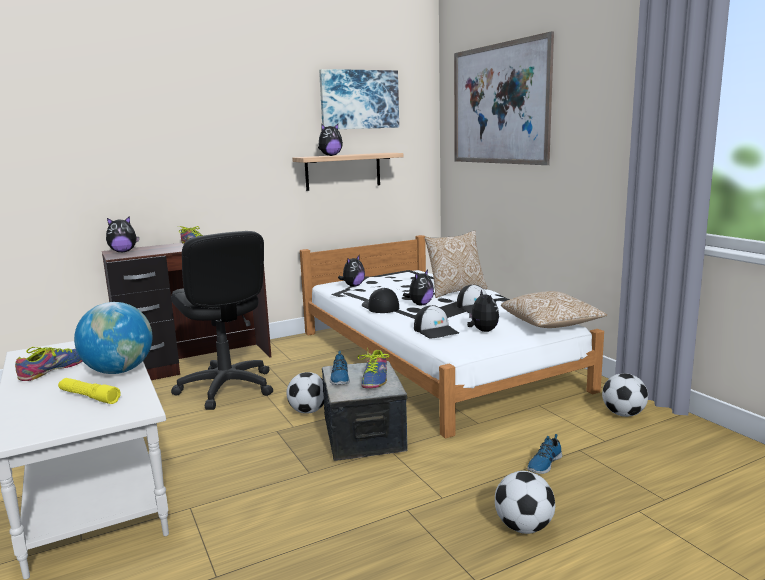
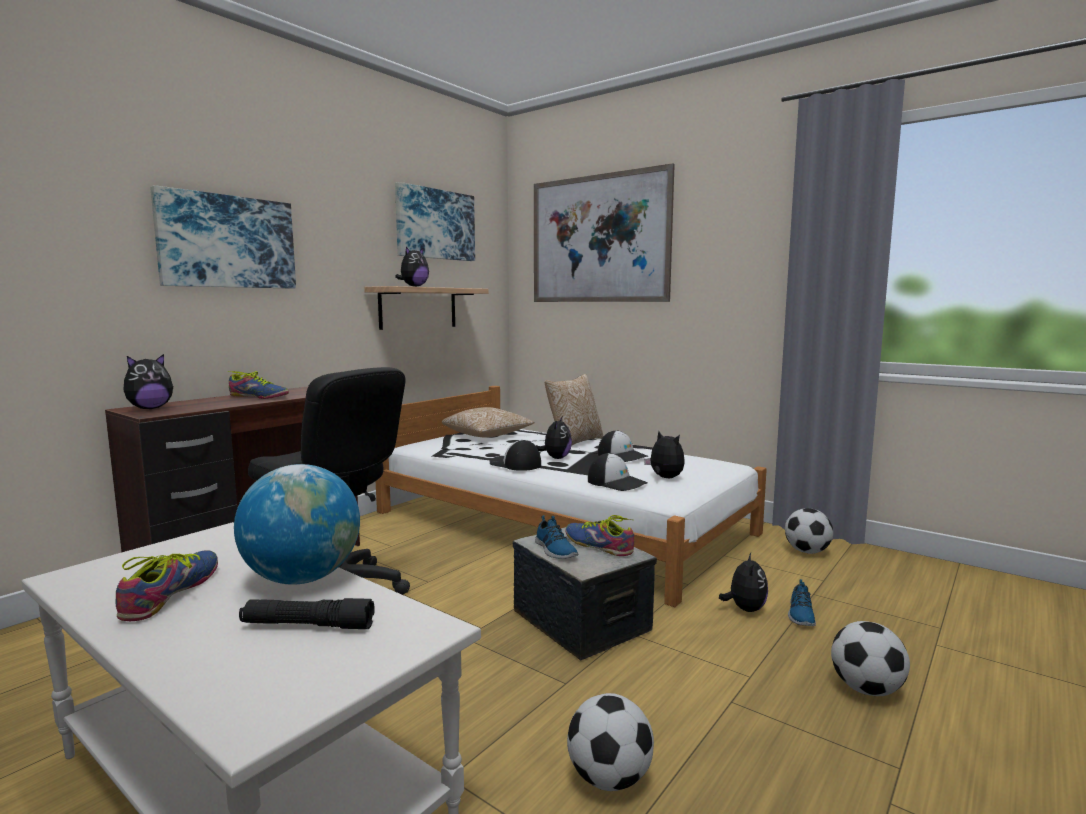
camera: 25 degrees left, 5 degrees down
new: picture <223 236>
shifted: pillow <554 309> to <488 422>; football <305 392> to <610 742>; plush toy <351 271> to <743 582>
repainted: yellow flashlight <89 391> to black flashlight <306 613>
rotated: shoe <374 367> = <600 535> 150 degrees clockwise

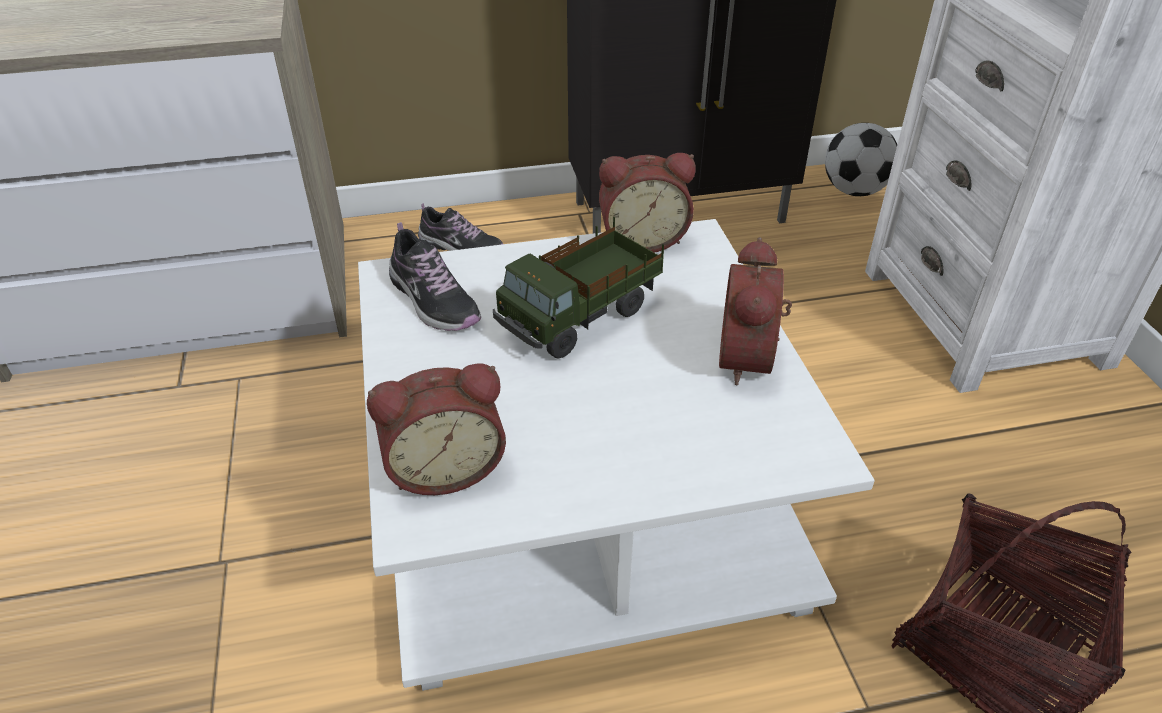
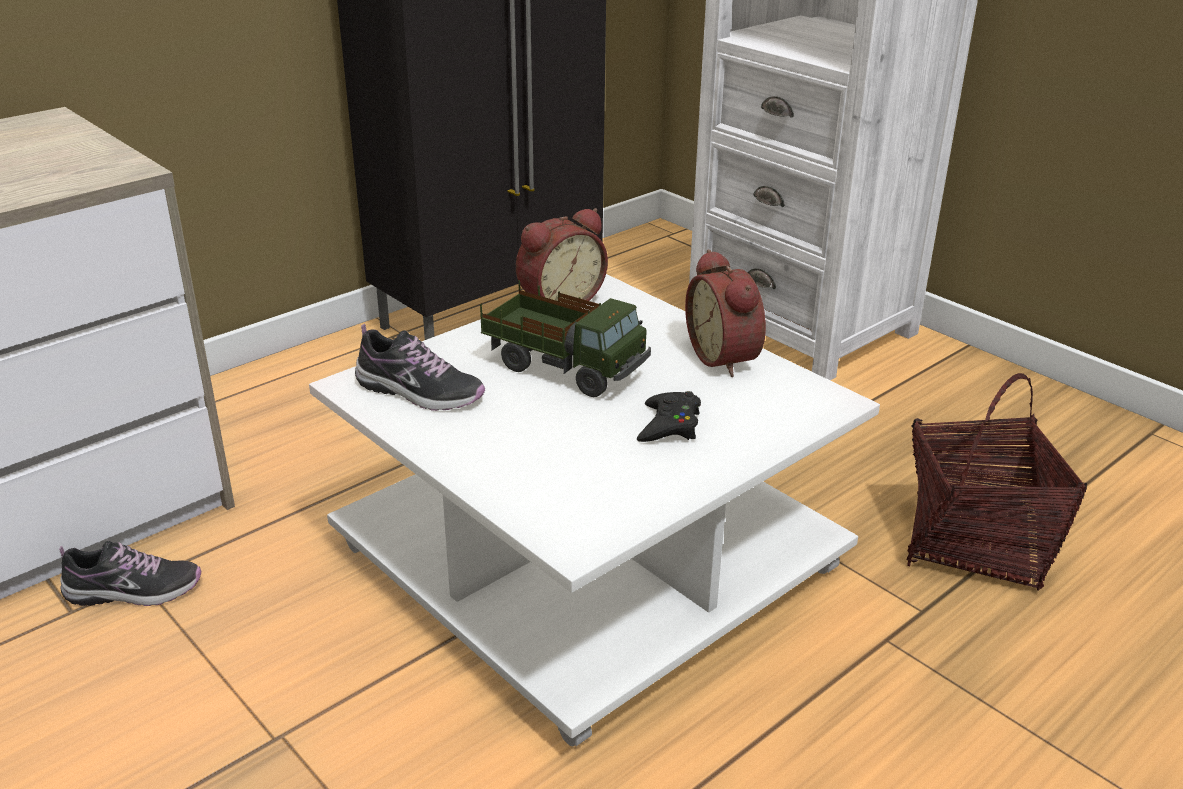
camera: 30 degrees left, 10 degrees down
gone: alarm clock <436 429>; football <861 159>
new: black game controller <669 416>
shifted: shoe <460 227> to <130 573>
rotated: toy truck <578 287> = <565 338> 75 degrees counterclockwise

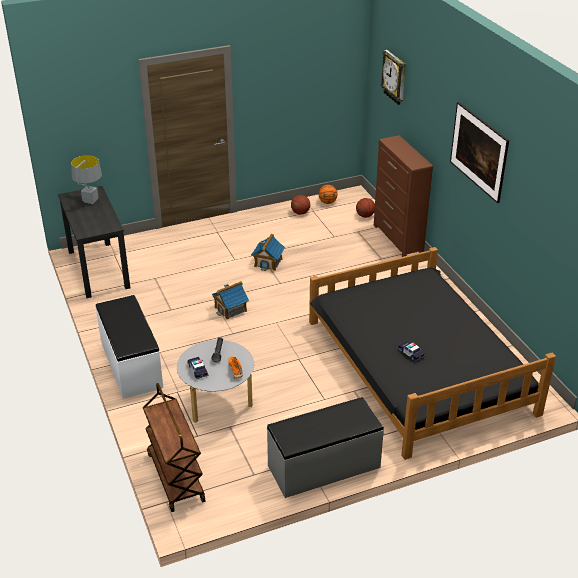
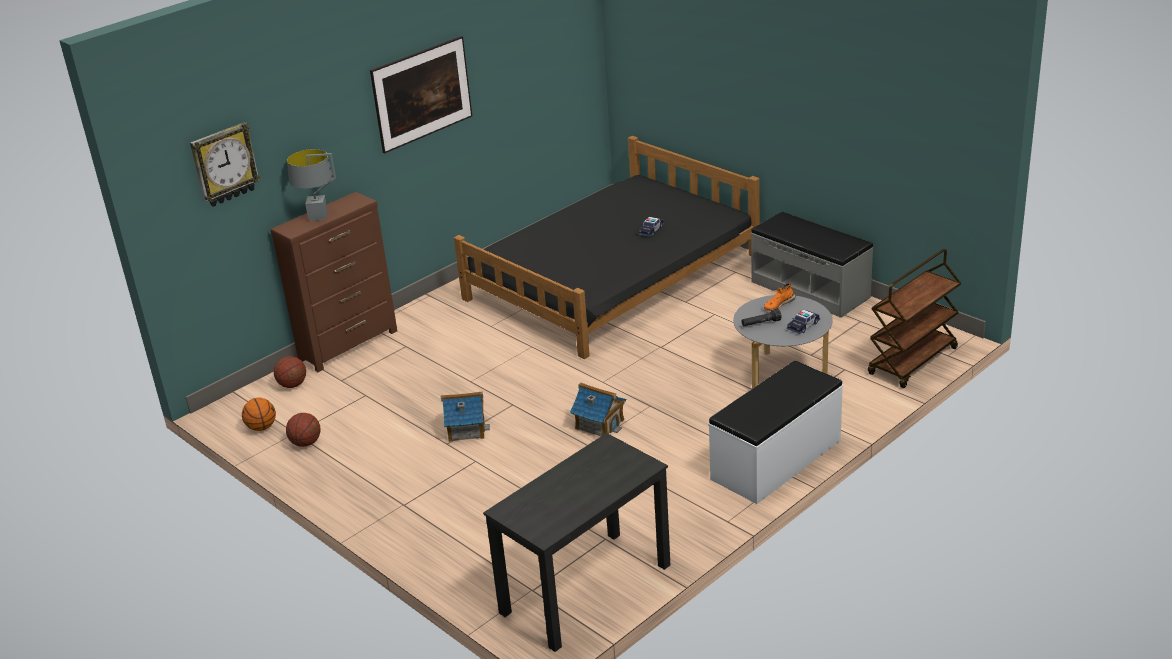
camera: 110 degrees left, 5 degrees down
shifted: grey table lamp <86 179> to <311 185>

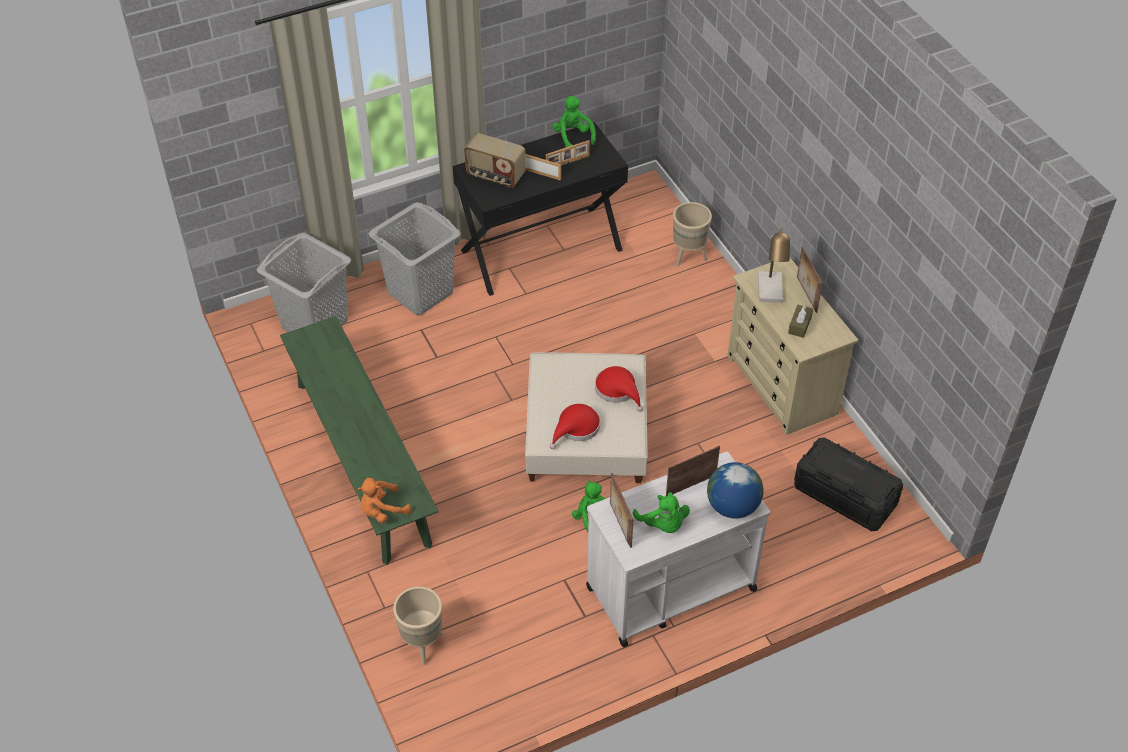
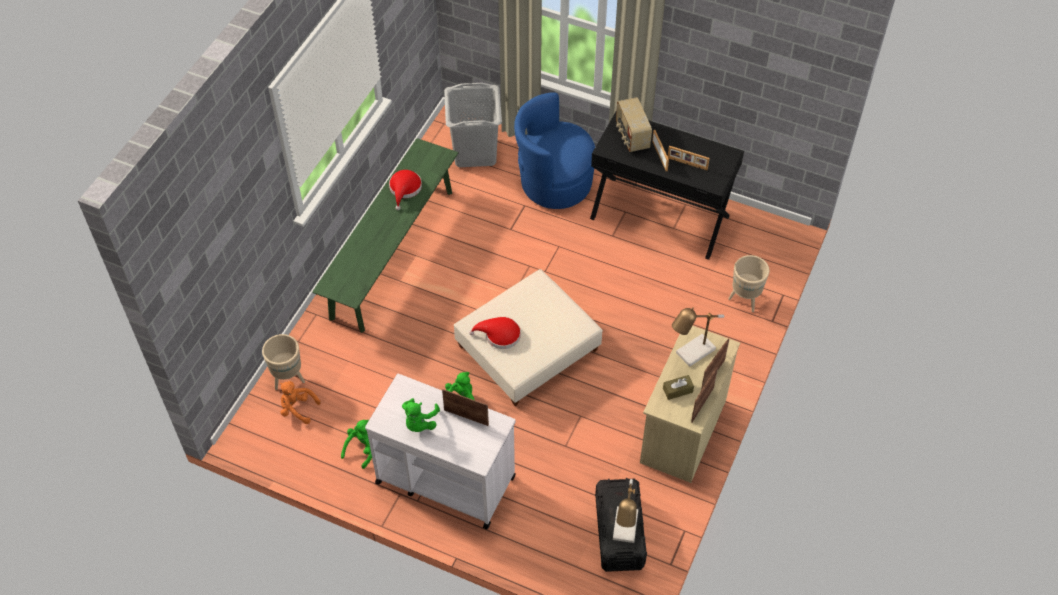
camera: 50 degrees right, 5 degrees up
gone: globe <735 490>
new: table lamp <625 511>
shifted: orange plush toy <384 500> to <300 402>; green plush toy <574 122> to <356 444>; red hat <619 389> to <405 190>; picture frame <622 510> to <704 395>
swapped: grey laundry basket <414 258> to blue armchair <554 150>

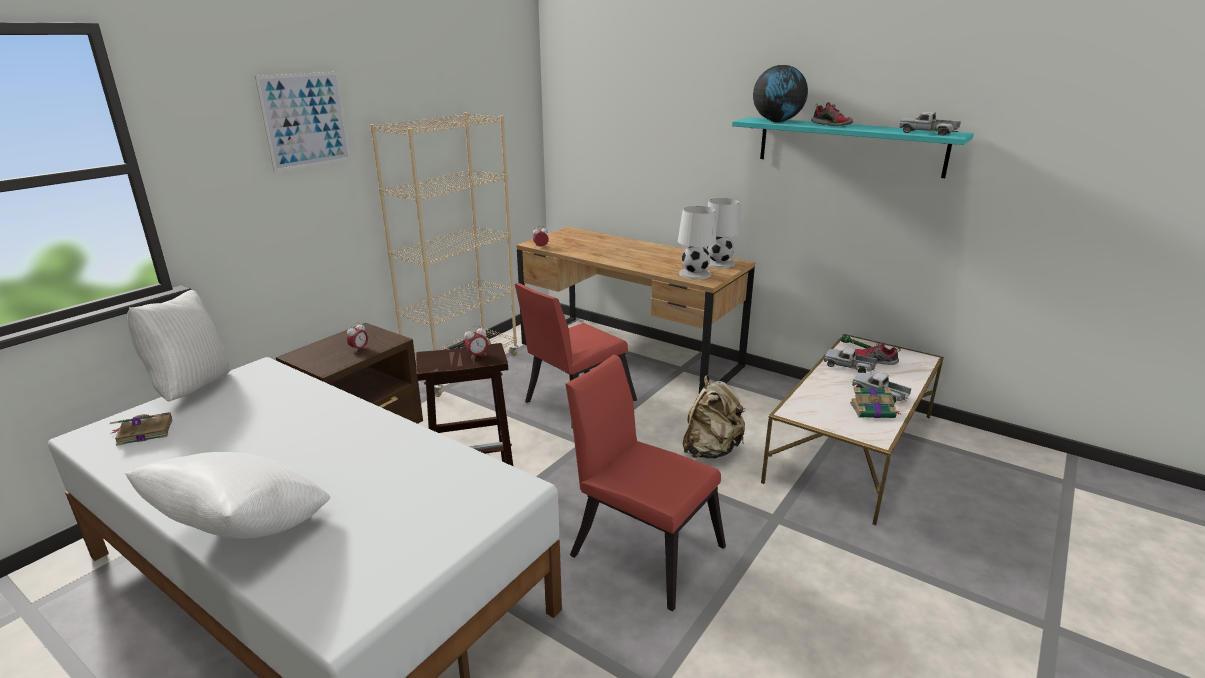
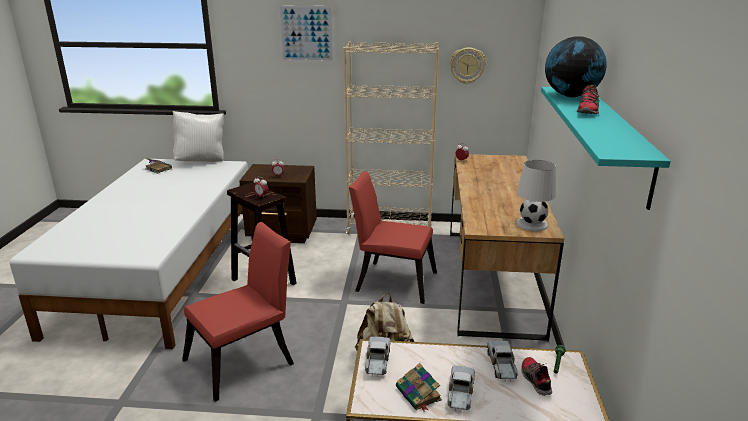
camera: 60 degrees right, 0 degrees up
gone: white pillow <227 495>; white table lamp <697 243>
new: wall clock <468 66>
shifted: toy truck <930 124> to <378 357>
rotated: red chair <645 483> = <238 312> 45 degrees clockwise

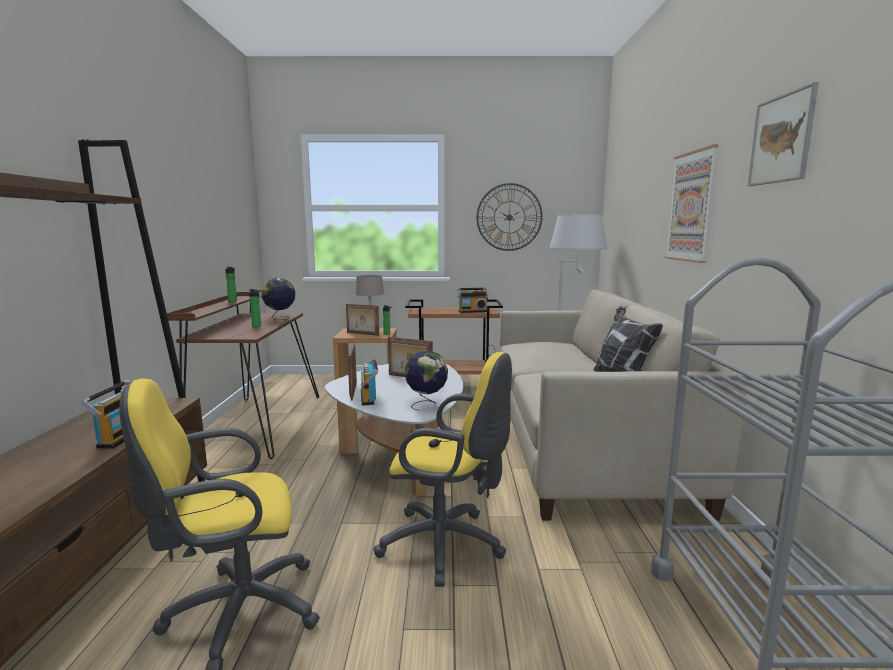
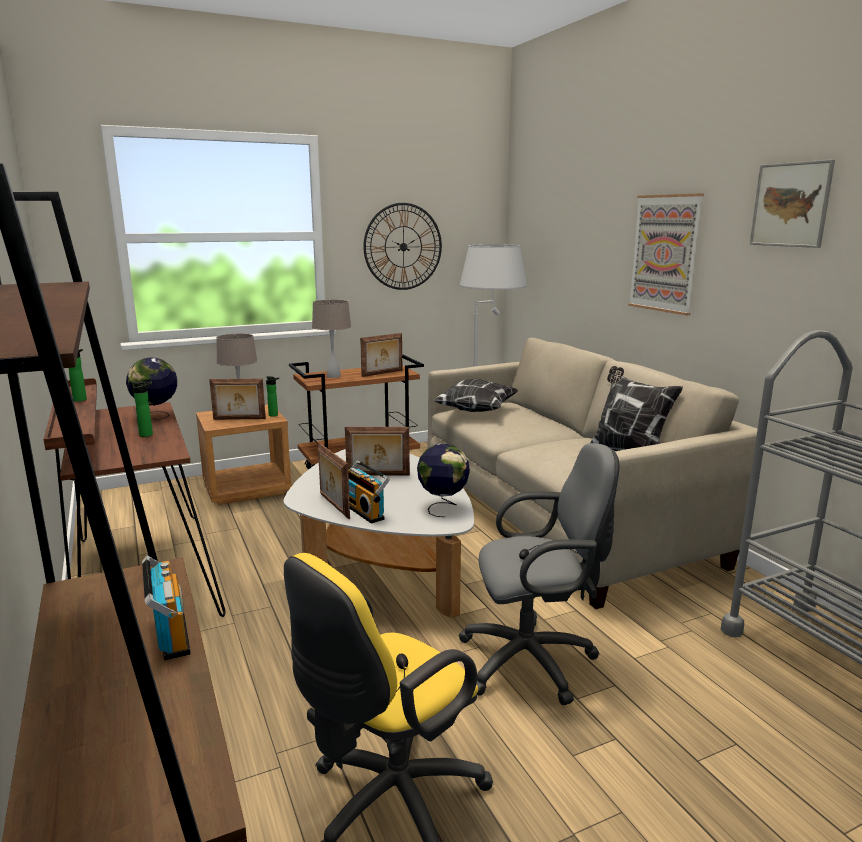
camera: 25 degrees left, 5 degrees up
new: beige table lamp <331 338>; pillow <475 395>
swapped: radio <472 300> to picture frame <381 355>
repainted: yellow office chair <443 469> to grey office chair <538 574>

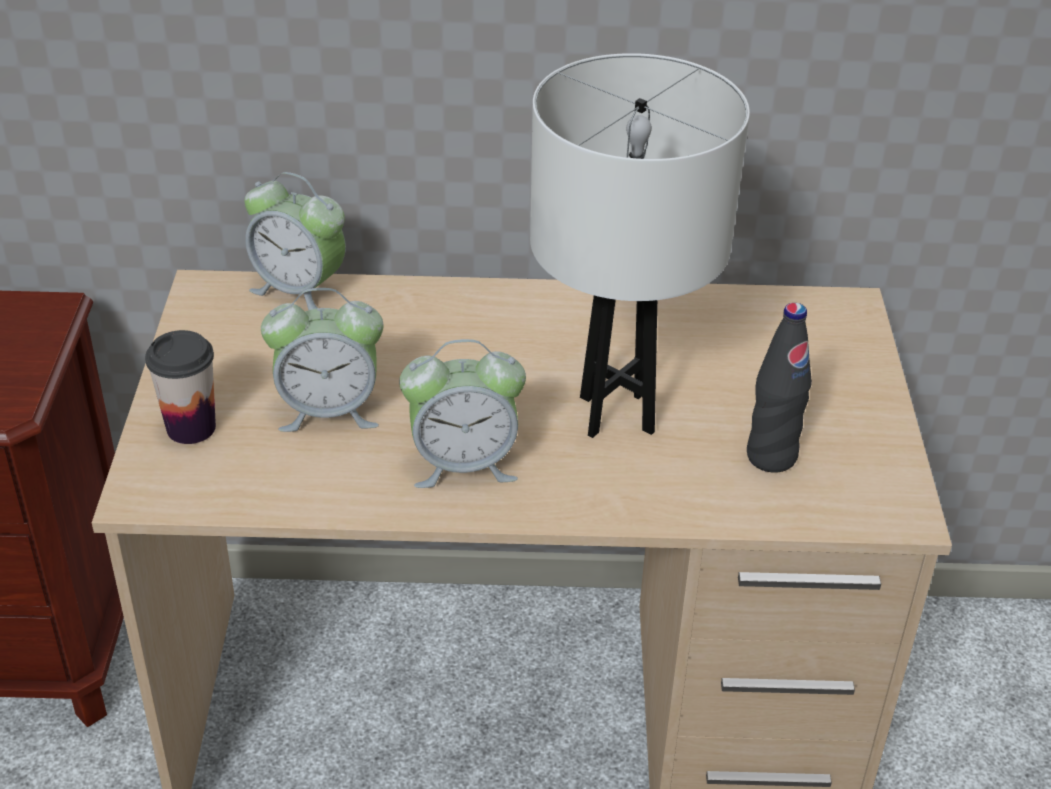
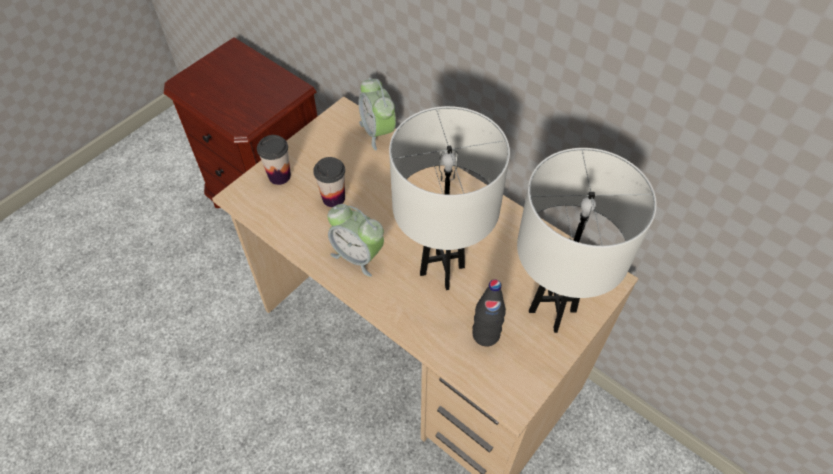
camera: 40 degrees right, 15 degrees up
new: white table lamp <587 240>
swapped: alarm clock <322 360> to cup <329 182>

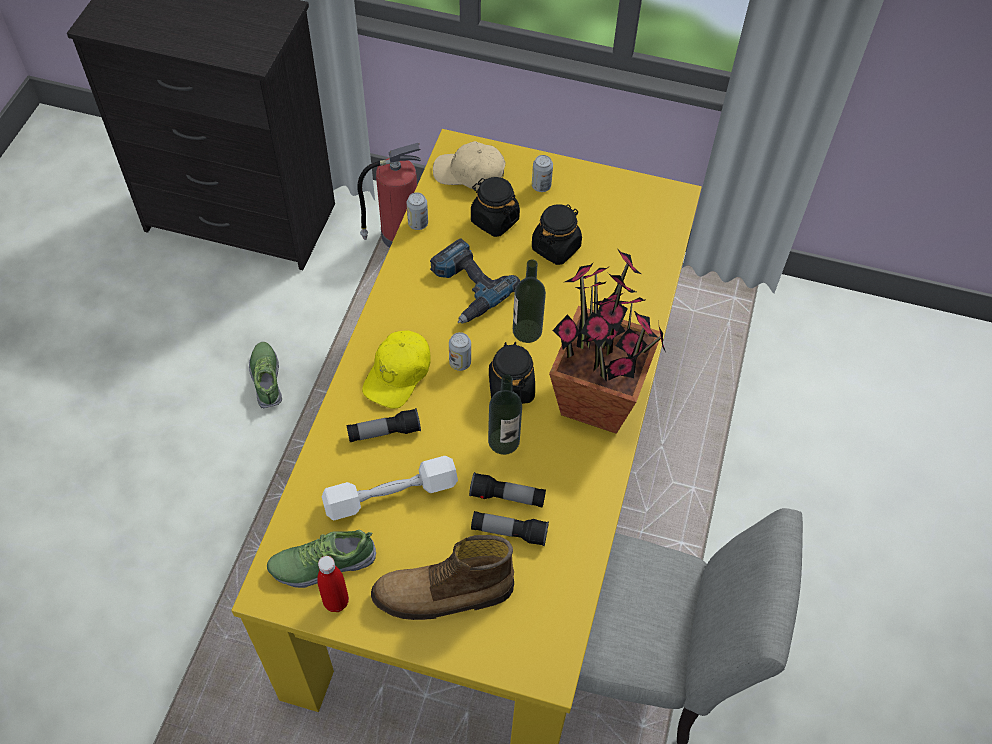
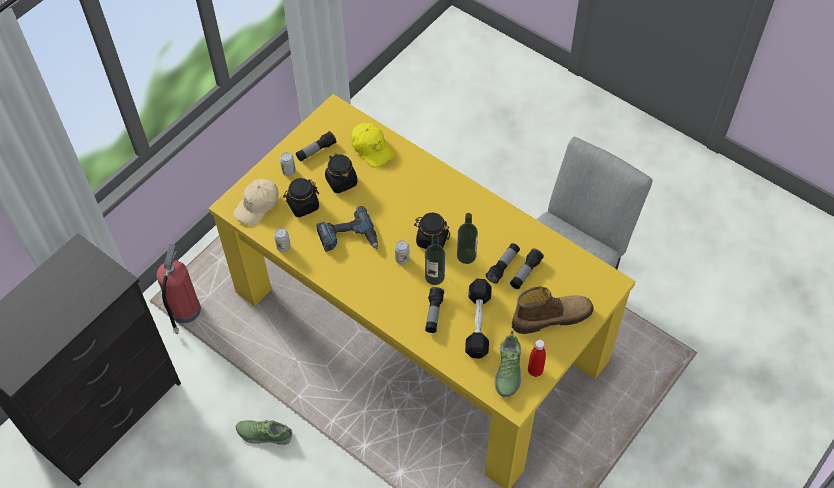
camera: 65 degrees left, 0 degrees up
gone: potted plant <607 341>
new: flashlight <316 146>
shifted: yellow cap <396 369> to <372 145>; bottle <529 301> to <435 260>
repainted: white dumbbell <389 488> to black dumbbell <478 319>
rotated: boot <442 577> = <553 310> 120 degrees counterclockwise

